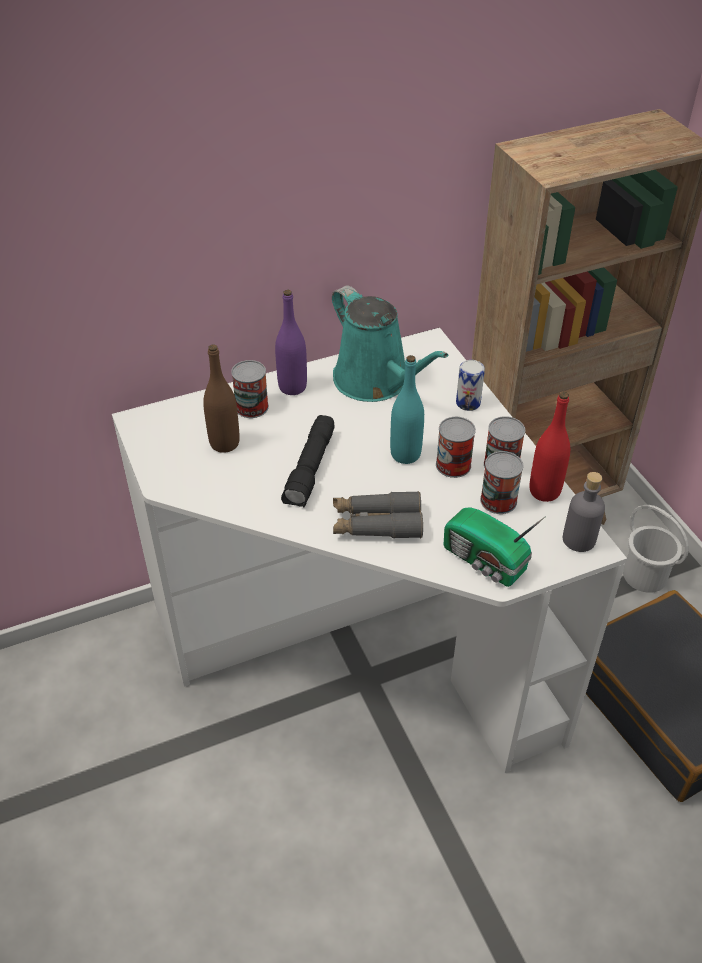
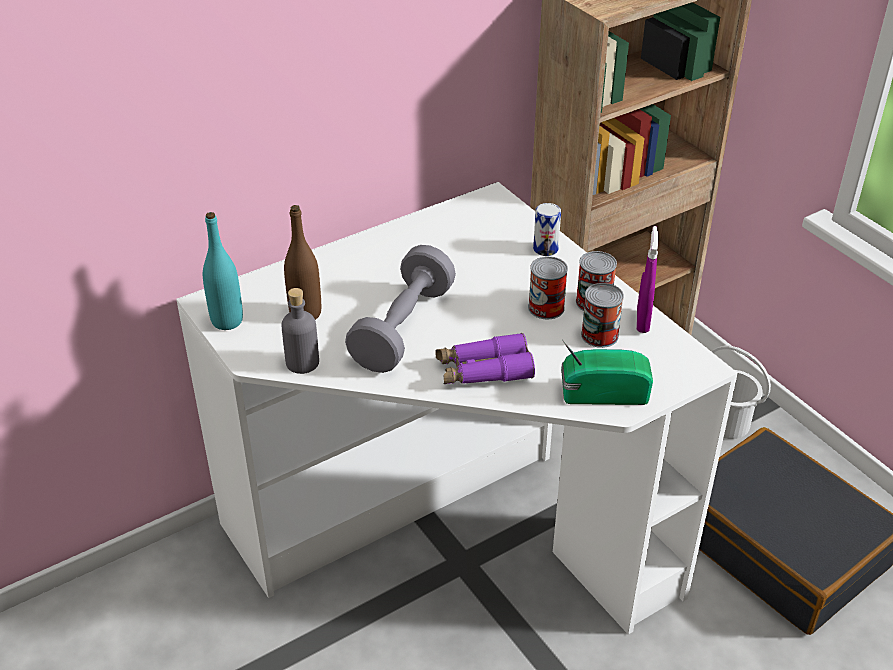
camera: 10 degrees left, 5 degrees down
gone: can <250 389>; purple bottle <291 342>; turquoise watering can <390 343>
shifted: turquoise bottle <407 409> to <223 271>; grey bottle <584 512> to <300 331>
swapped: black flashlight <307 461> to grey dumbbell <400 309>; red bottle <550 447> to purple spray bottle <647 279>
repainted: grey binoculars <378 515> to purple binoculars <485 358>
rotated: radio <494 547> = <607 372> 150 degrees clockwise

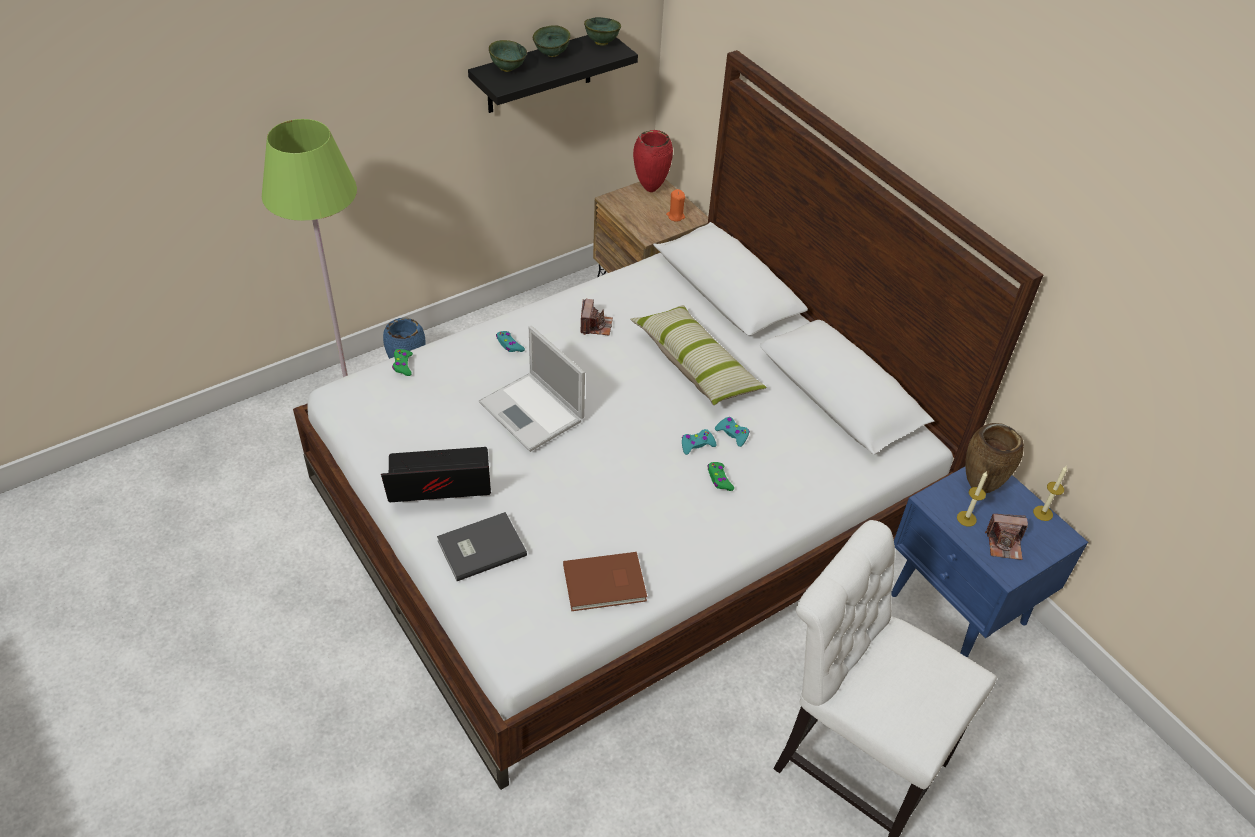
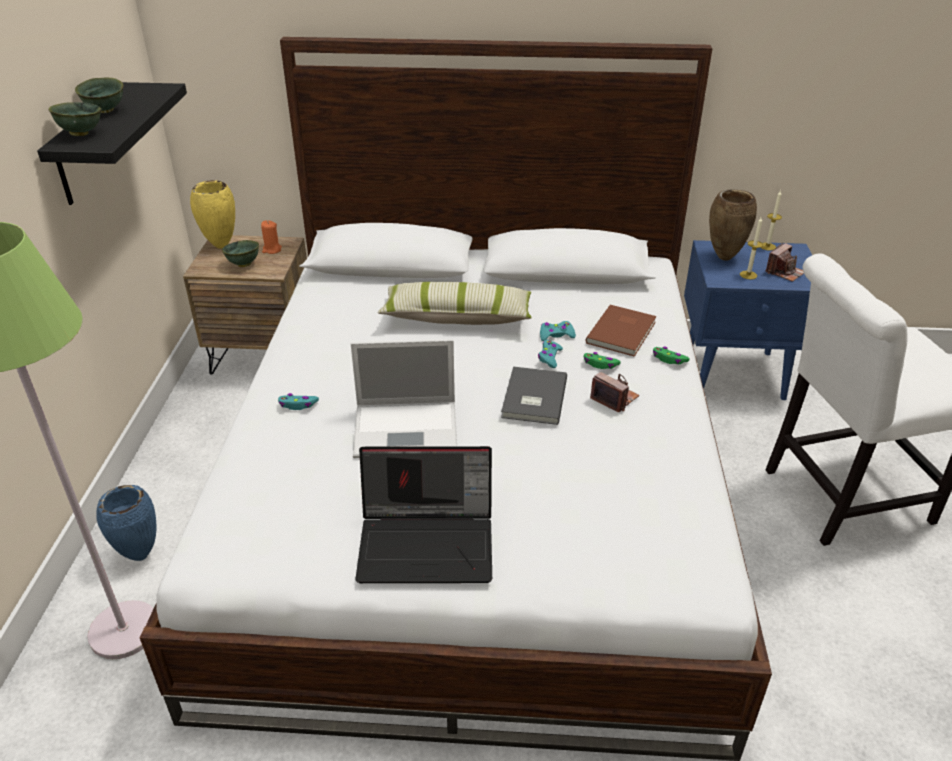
camera: 50 degrees left, 10 degrees down
shifted: green bowl <602 31> to <240 253>; grey book <482 546> to <534 396>; brown book <605 581> to <621 331>; photo camera <596 317> to <614 392>; green game controller <402 362> to <671 355>
repainted: red vase <653 161> to yellow vase <212 214>
rotated: laptop <436 474> = <424 514> 120 degrees counterclockwise

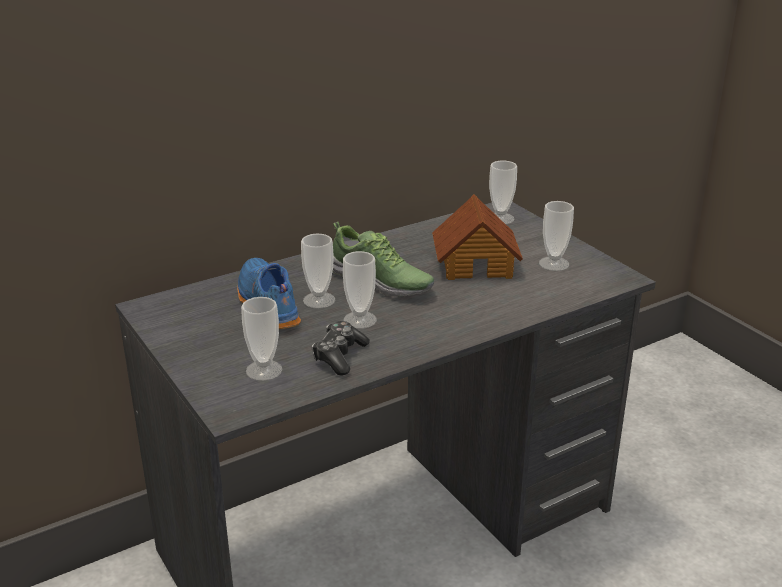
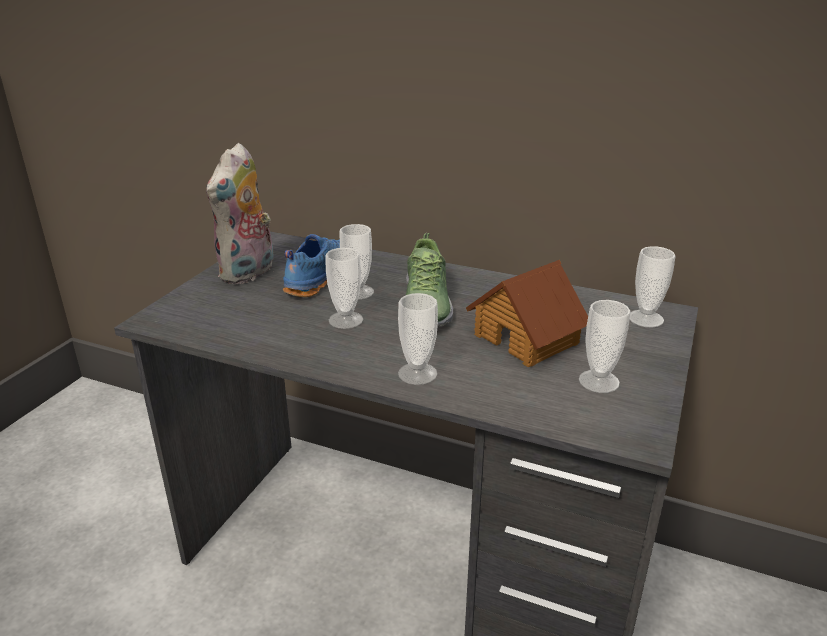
camera: 55 degrees right, 0 degrees up
gone: game controller <341 348>
new: plush toy <240 214>
shifted: cup <261 339> to <418 339>

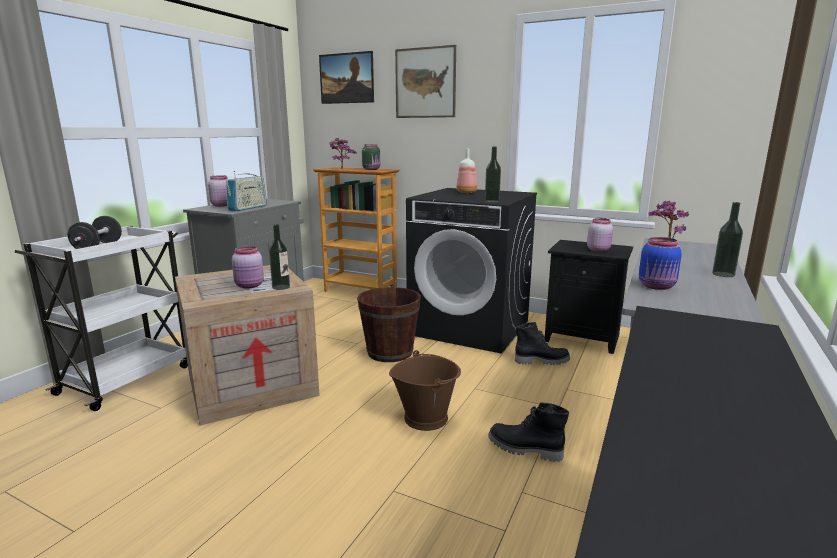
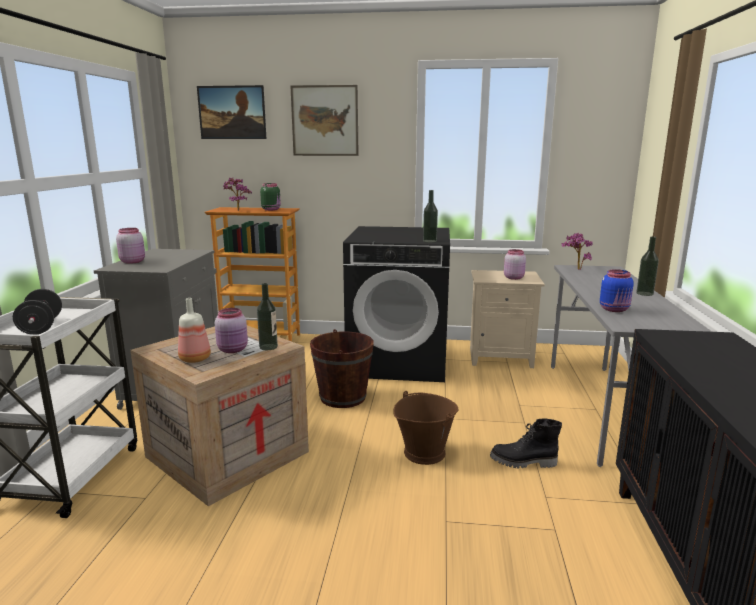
camera: 20 degrees left, 0 degrees up
gone: radio <246 191>; black boot <542 343>
shifted: bottle <466 171> to <194 330>
repainted: black nightstand <589 297> to beige nightstand <507 319>

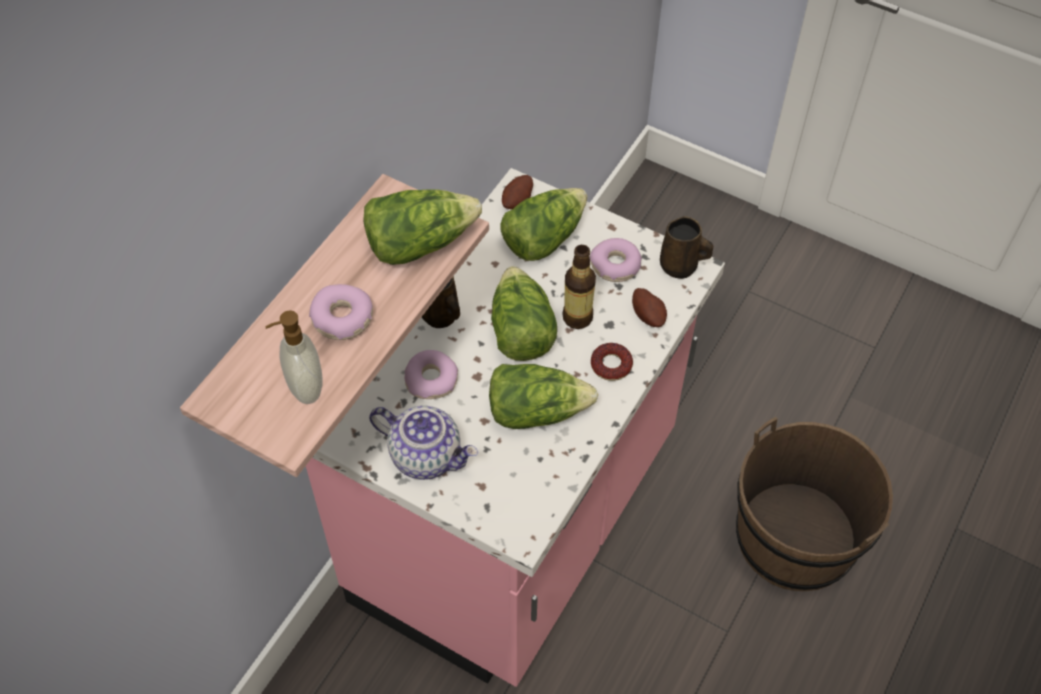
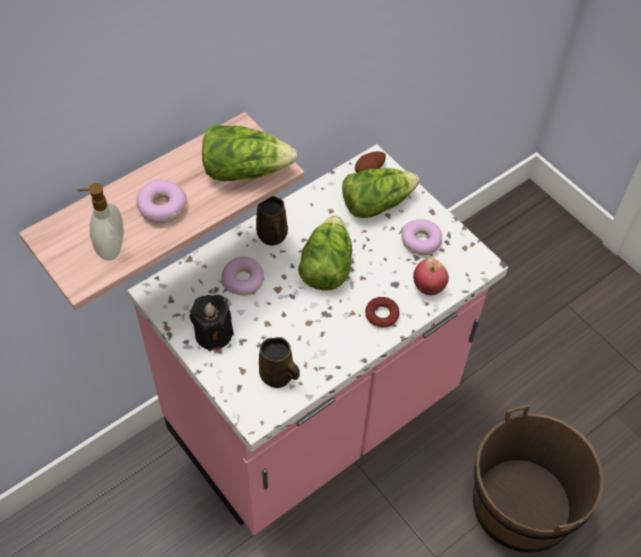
camera: 20 degrees right, 0 degrees up
gone: lettuce <543 396>; bottle <579 287>
shifted: brown mug <686 247> to <279 362>
swapped: teapot <423 442> to black candle <211 323>; potato <649 307> to apple <431 276>

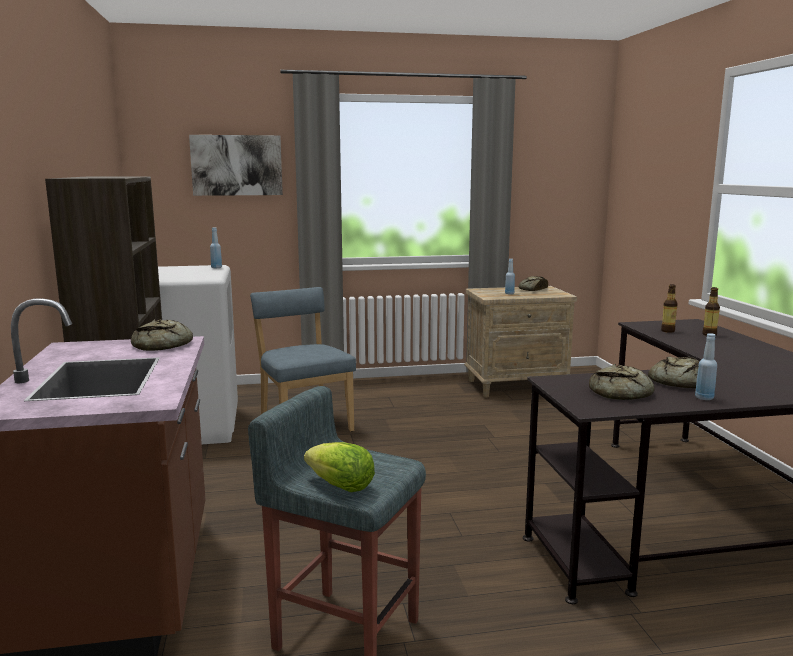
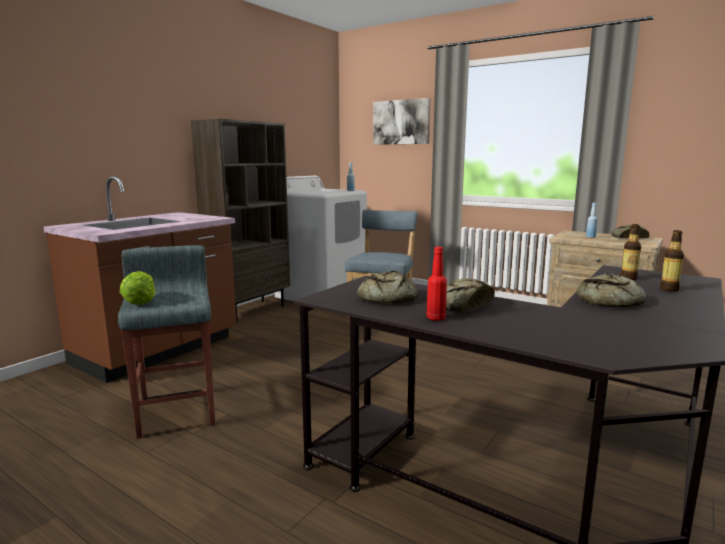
camera: 45 degrees right, 0 degrees up
shifted: bread <162 335> to <612 290>
repainted: blue bottle <706 366> to red bottle <437 284>

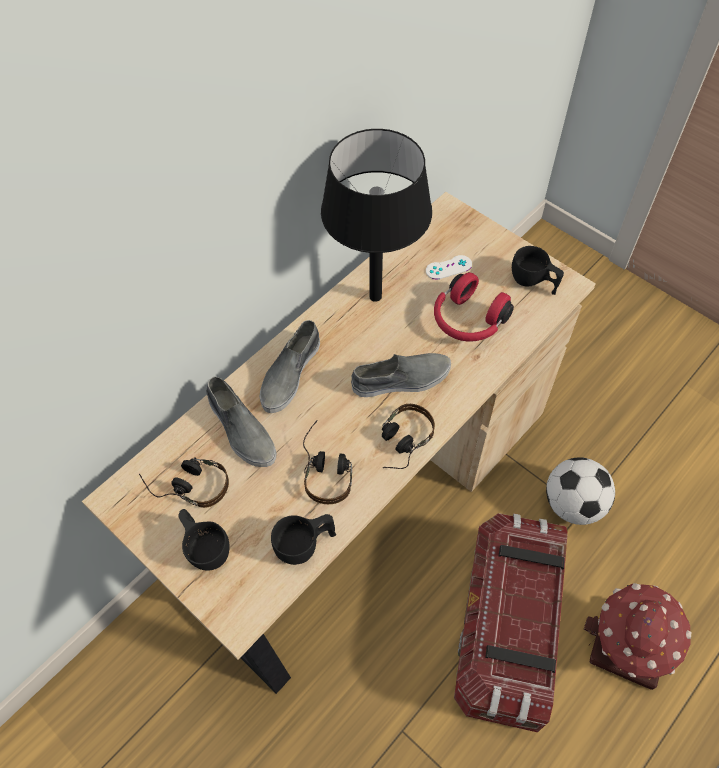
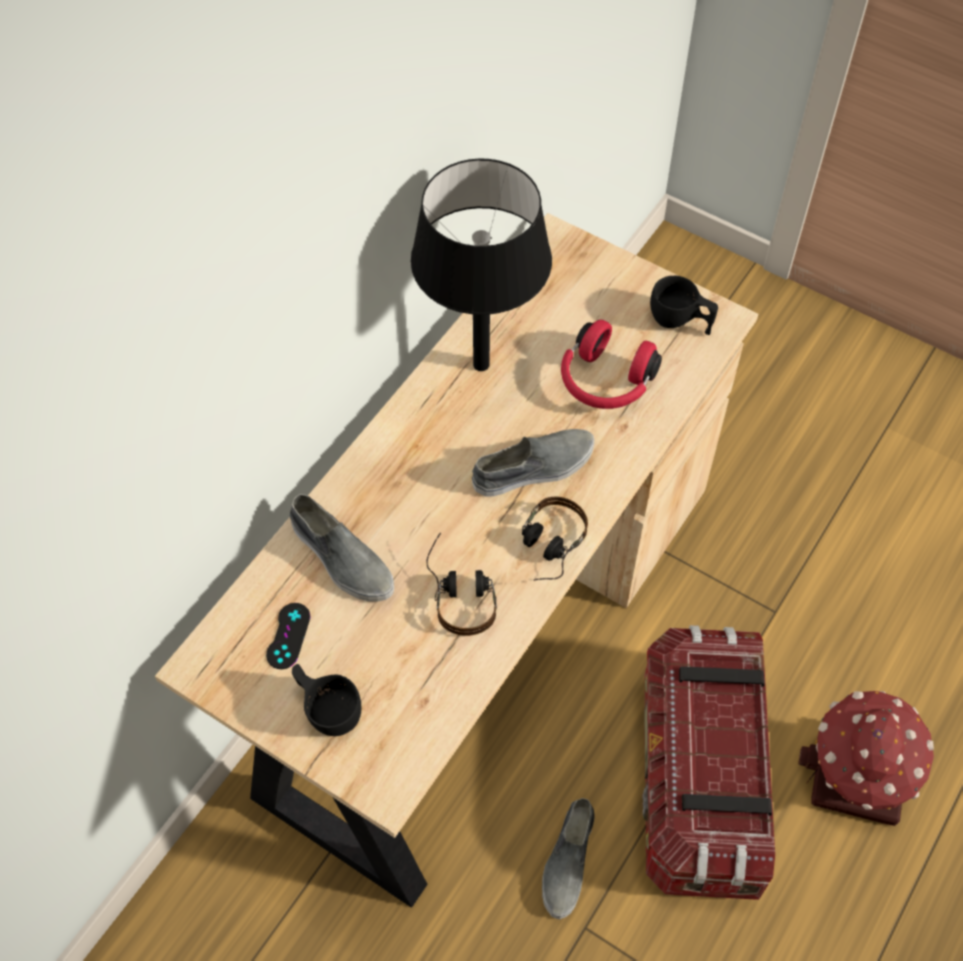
camera: 10 degrees left, 0 degrees up
gone: black cup <303 539>; white game controller <449 267>; football <580 491>
shifted: grey shoe <290 366> to <568 858>
swapped: headphones <184 482> to black game controller <288 636>

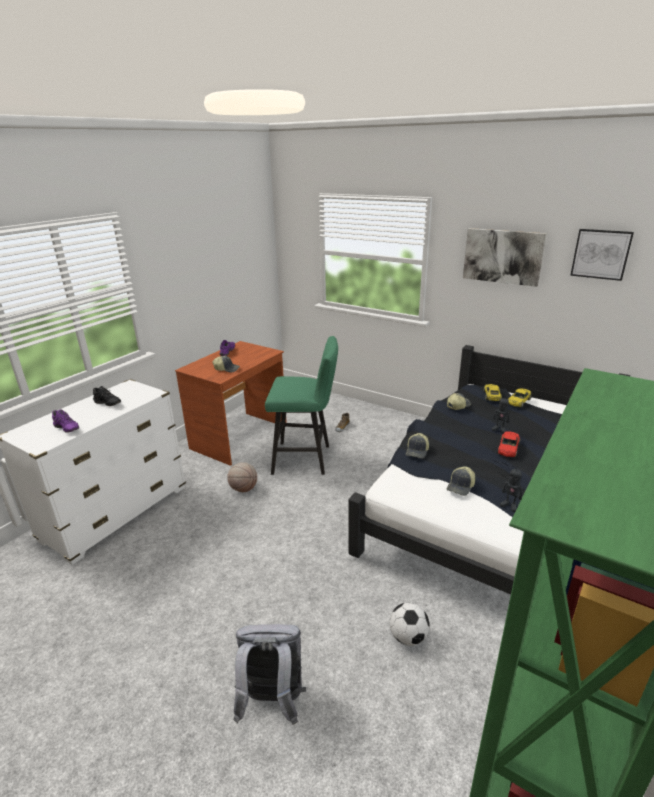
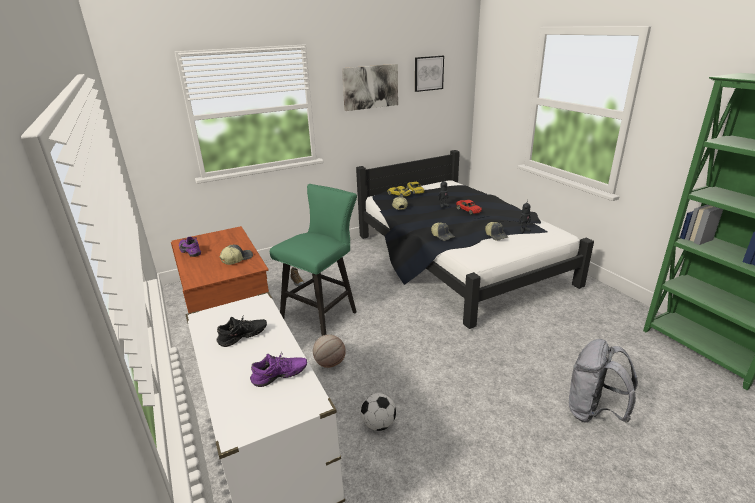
camera: 60 degrees left, 0 degrees up
shifted: football <409 624> to <378 412>

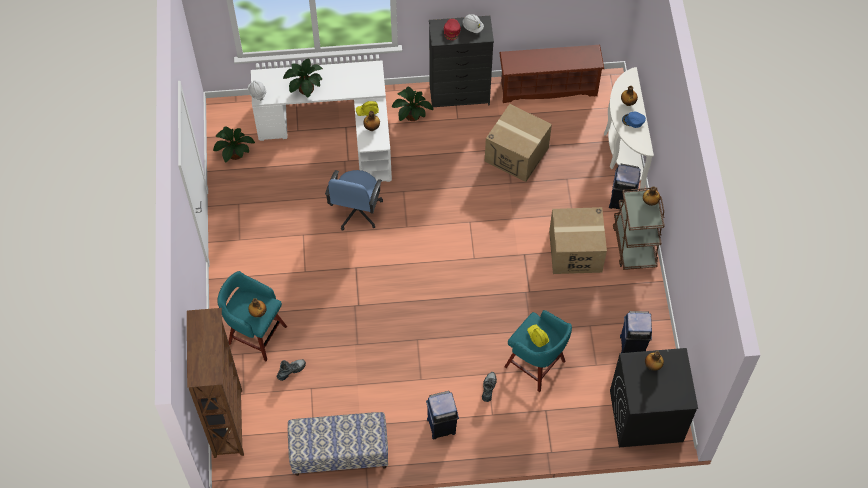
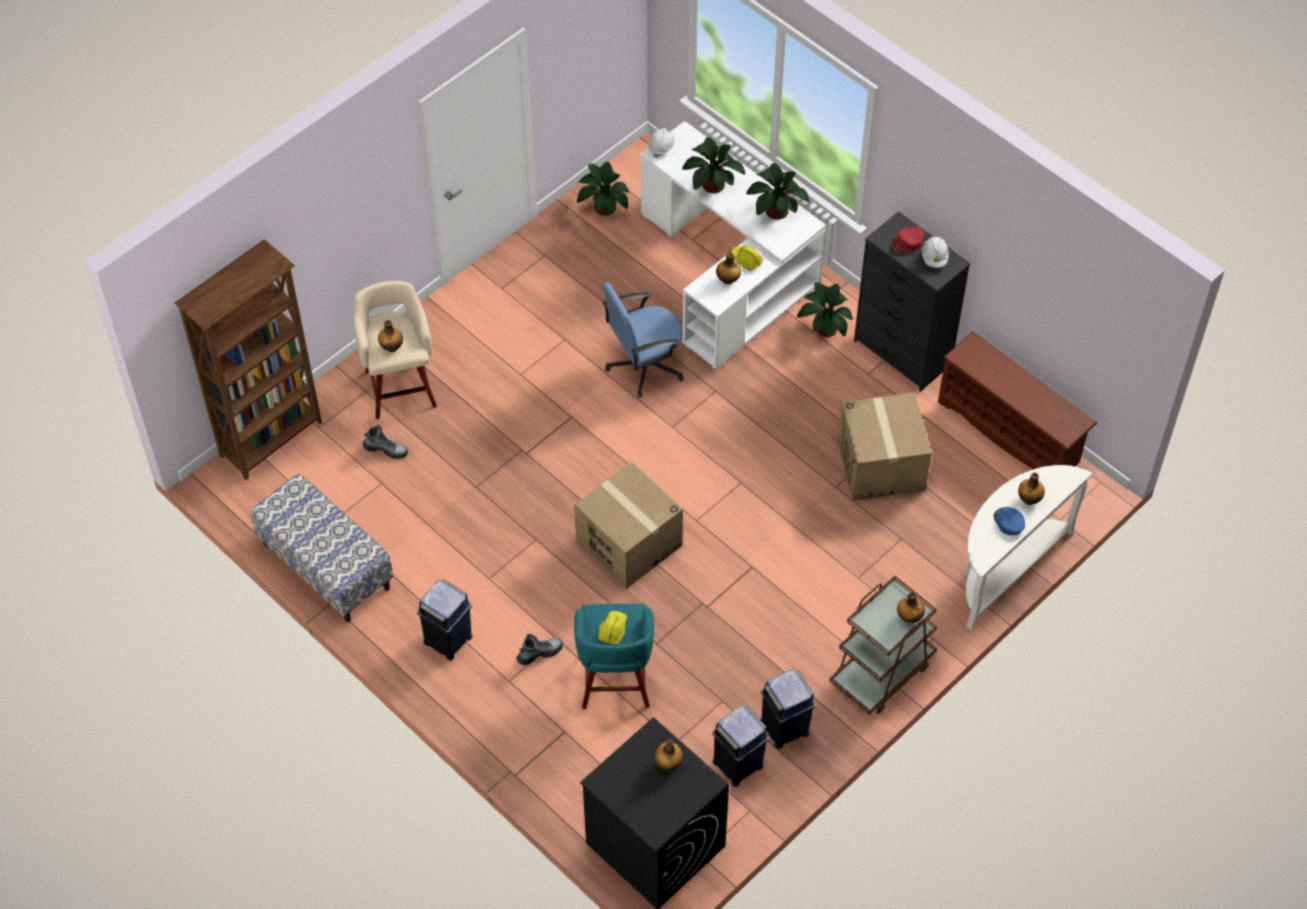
camera: 50 degrees right, 5 degrees down
new: potted plant <778 191>
shifted: cardboard box <578 240> to <628 525>; blue trash can <625 186> to <788 709>
repainted: turquoise stool <252 316> to beige stool <395 350>

